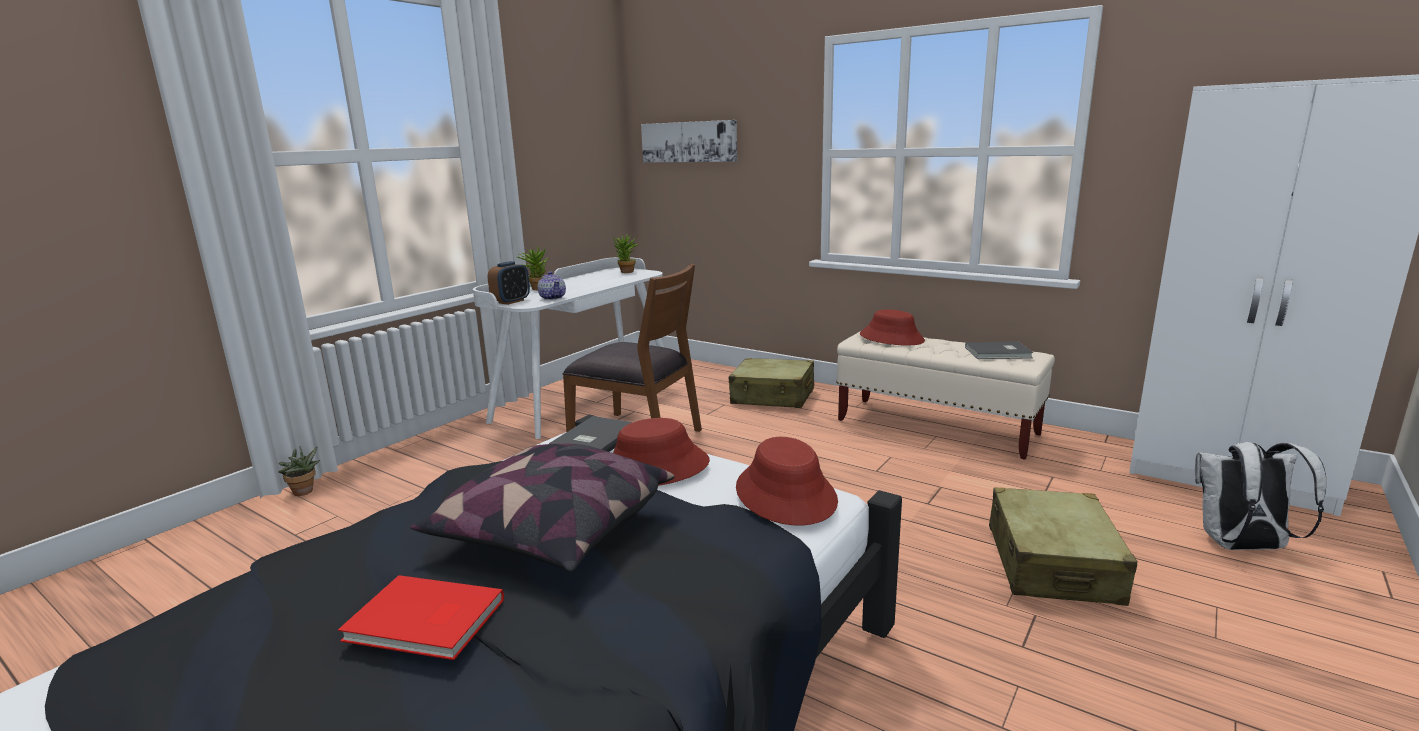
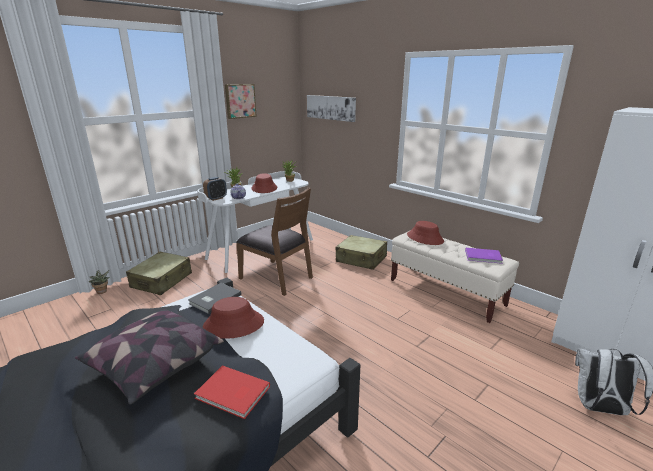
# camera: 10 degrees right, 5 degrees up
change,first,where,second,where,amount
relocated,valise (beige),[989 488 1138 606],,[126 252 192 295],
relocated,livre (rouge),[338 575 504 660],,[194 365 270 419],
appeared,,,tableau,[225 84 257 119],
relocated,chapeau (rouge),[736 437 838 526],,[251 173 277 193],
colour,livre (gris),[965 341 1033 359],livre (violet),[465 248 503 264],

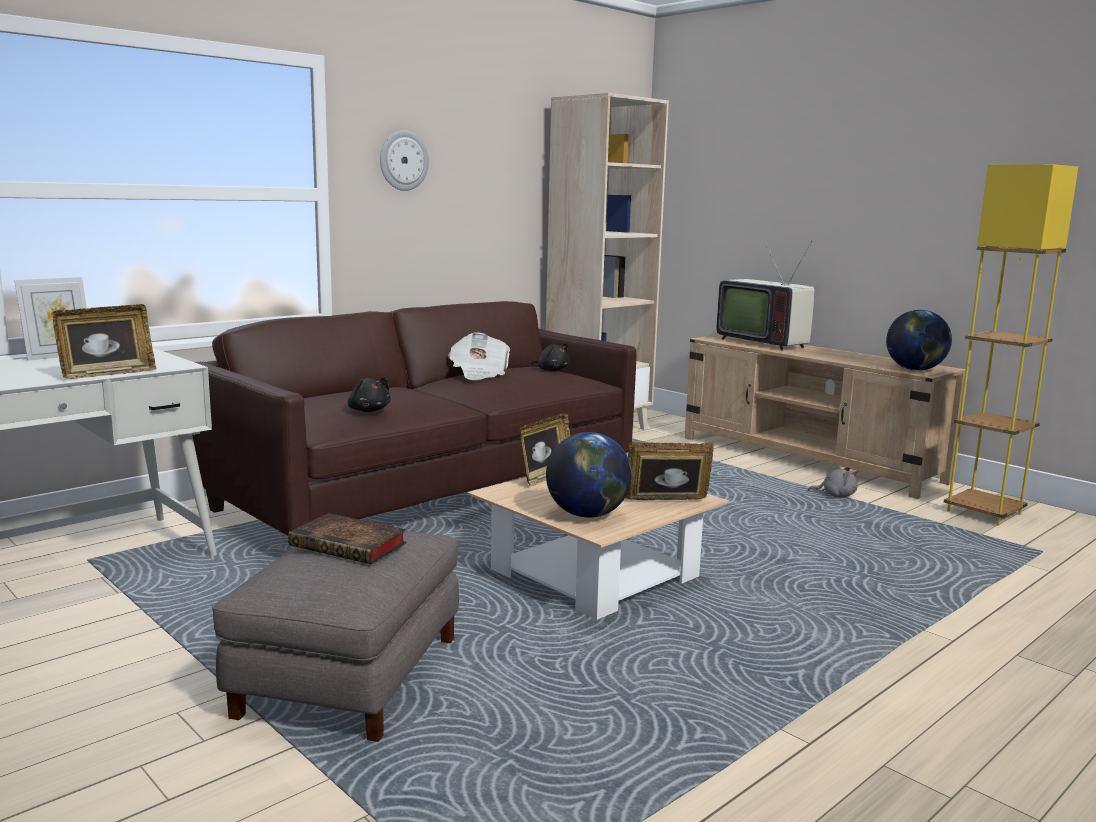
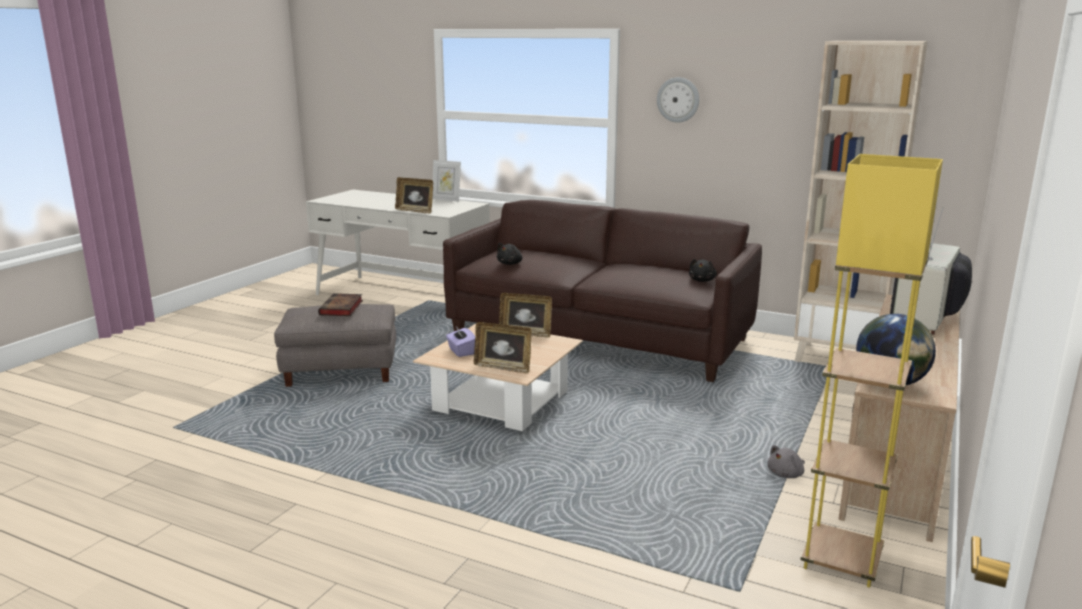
# camera: 70 degrees right, 5 degrees up
change,first,where,second,where,amount
exchanged,globe,[546 432 632 518],boîte à mouchoirs (violet),[446 326 475 357],
spun,cadre photo,[625 442 713 500],,[474 322 532 374],135 degrees clockwise
spun,peluche (gris),[808 466 858 497],,[768 445 805 478],60 degrees clockwise
missing,journal,[448 332 510 380],,,

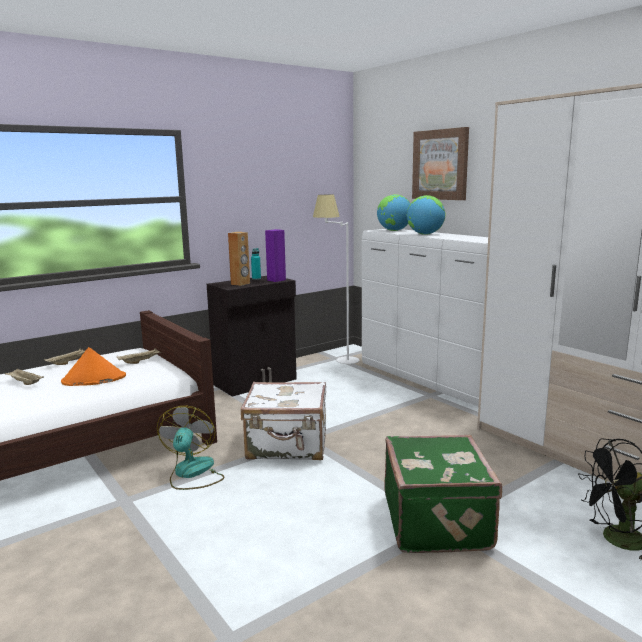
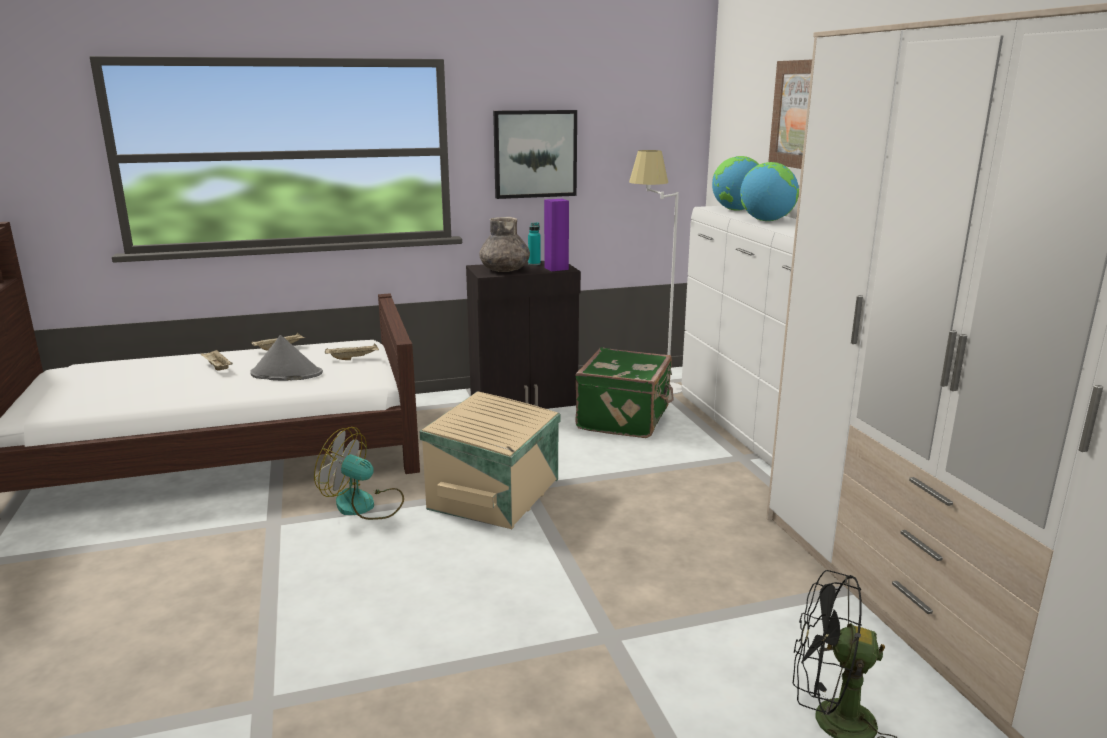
# camera: 20 degrees right, 5 degrees up
change,first,where,second,where,amount
colour,chapeau (orange),[61 347 126 386],chapeau (gris),[250 335 323 381],
spun,ventilateur,[157 406 225 490],,[314 427 404 520],90 degrees counterclockwise
exchanged,valise (blanc),[241 382 326 460],boîte de rangement (beige),[419 392 560 529],
exchanged,enceinte (marron),[228 232 250 286],vase (gris),[479 217 530 272],
appeared,,,tableau,[493 110 577 199],
relocated,valise (vert),[384 435 502 553],,[575 347 673 438],

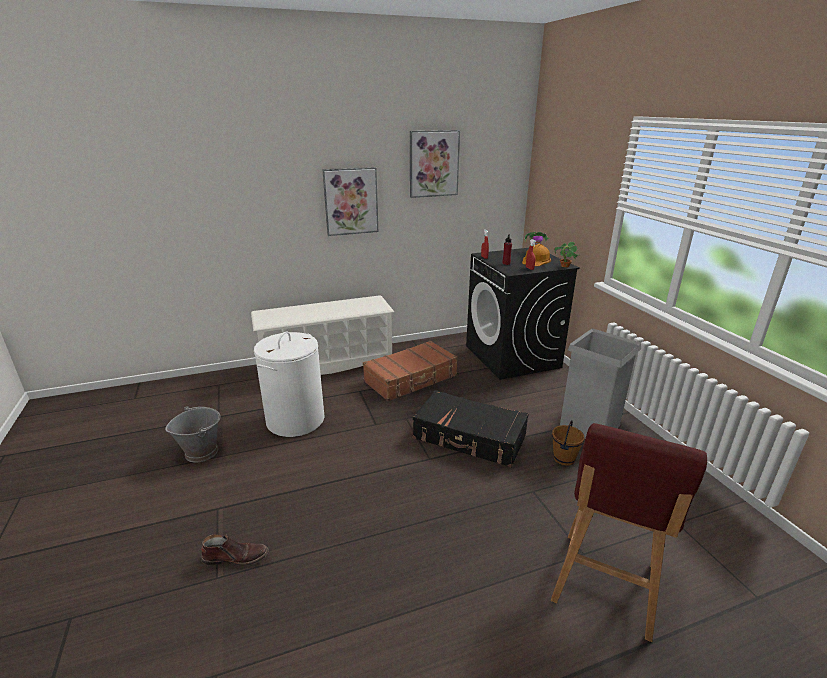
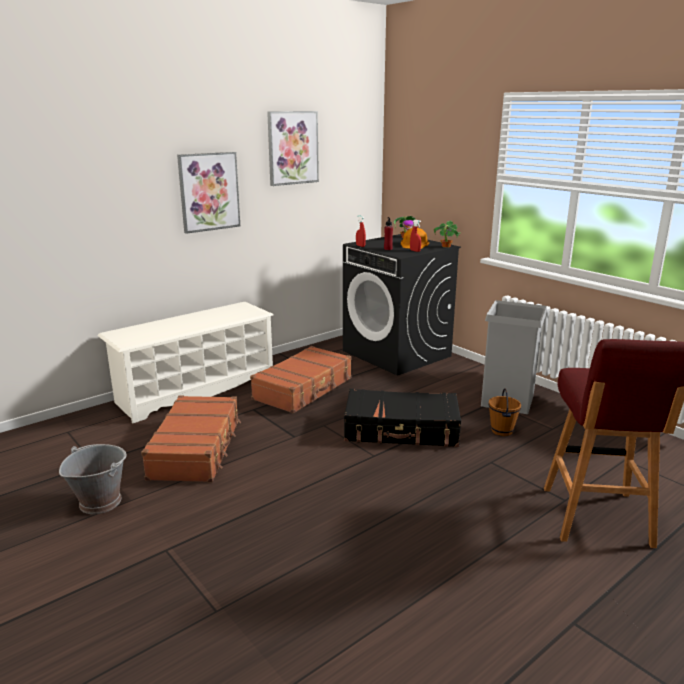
# camera: 20 degrees left, 5 degrees down
change,first,where,second,where,amount
exchanged,panier à linge (blanc),[254 332 325 437],valise (marron),[141 395 241 482],
missing,botte (marron),[201 534 269 566],,,

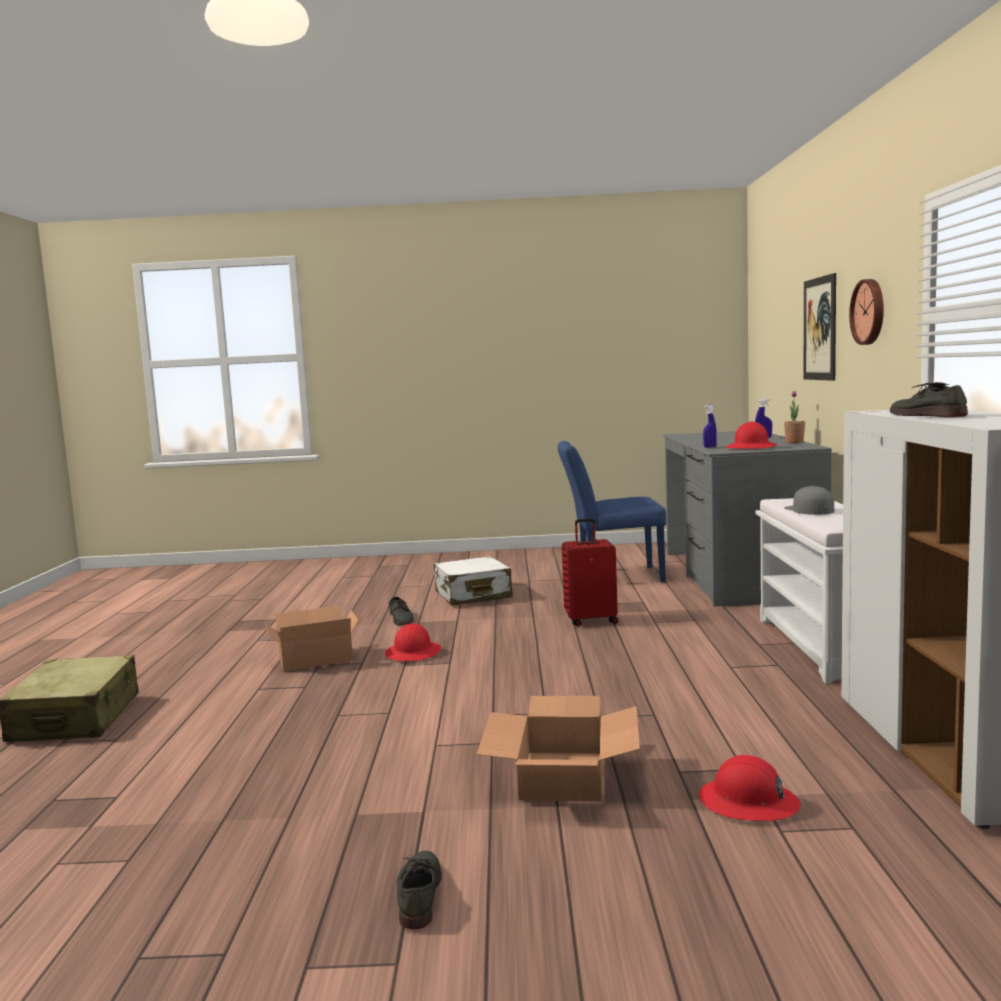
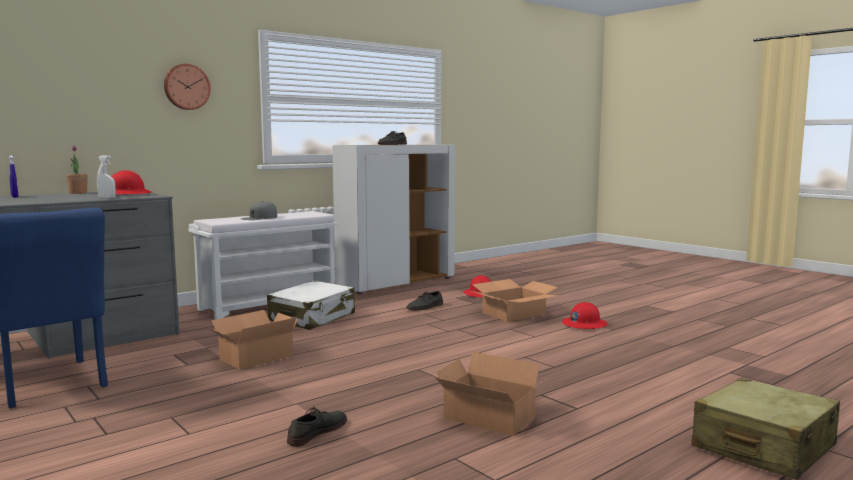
# camera: 130 degrees left, 0 degrees up
change,first,where,second,where,amount
colour,vaporisateur (bleu),[703 405 717 448],vaporisateur (blanc),[97 155 115 199],
exchanged,valise (rouge),[562 518 618 627],carton,[209 310 298 369],
relocated,valise (blanc),[434 556 513 605],,[267 281 355 330],
relocated,chaussure (gris),[397 851 442 930],,[406 291 443 310],
relocated,casque de chantier (rouge),[385 623 441 661],,[562 302 608 329],
missing,tableau,[804 273 836 381],,,

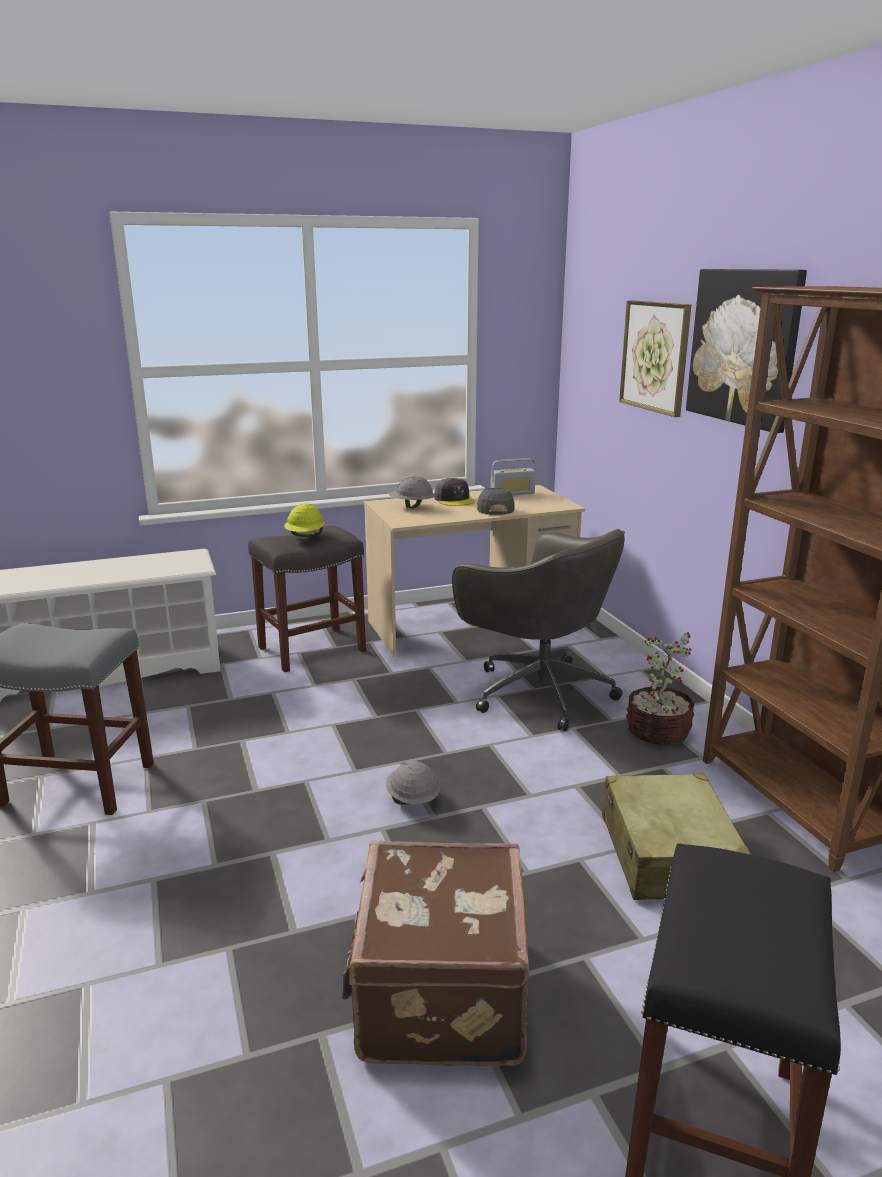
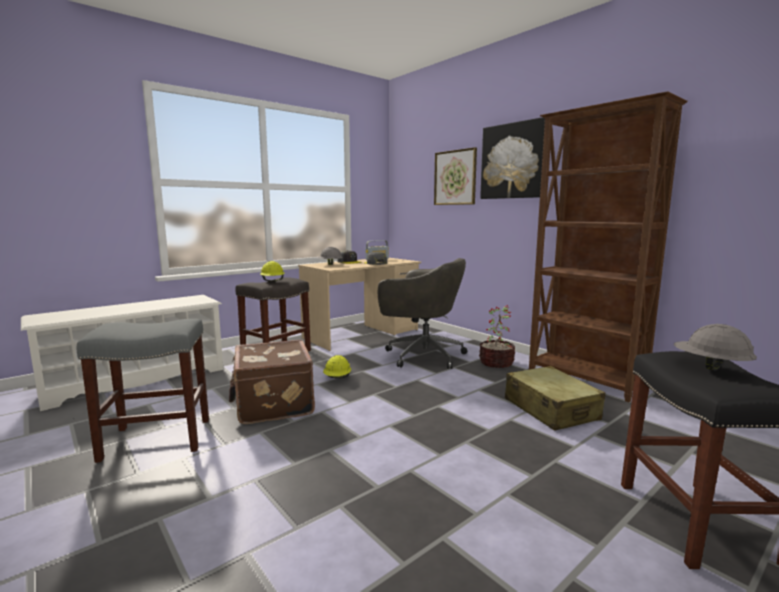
# camera: 20 degrees left, 10 degrees down
change,first,where,second,where,amount
relocated,valise (marron),[342 840 530 1067],,[229 340 315 424],
appeared,,,casque de chantier (jaune),[323 355 351 379],
relocated,casque de chantier (gris),[386 760 440 804],,[673 324 757 371],

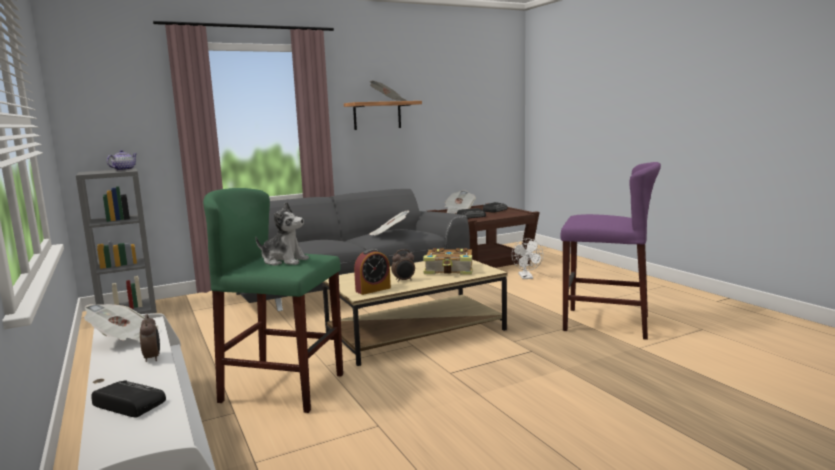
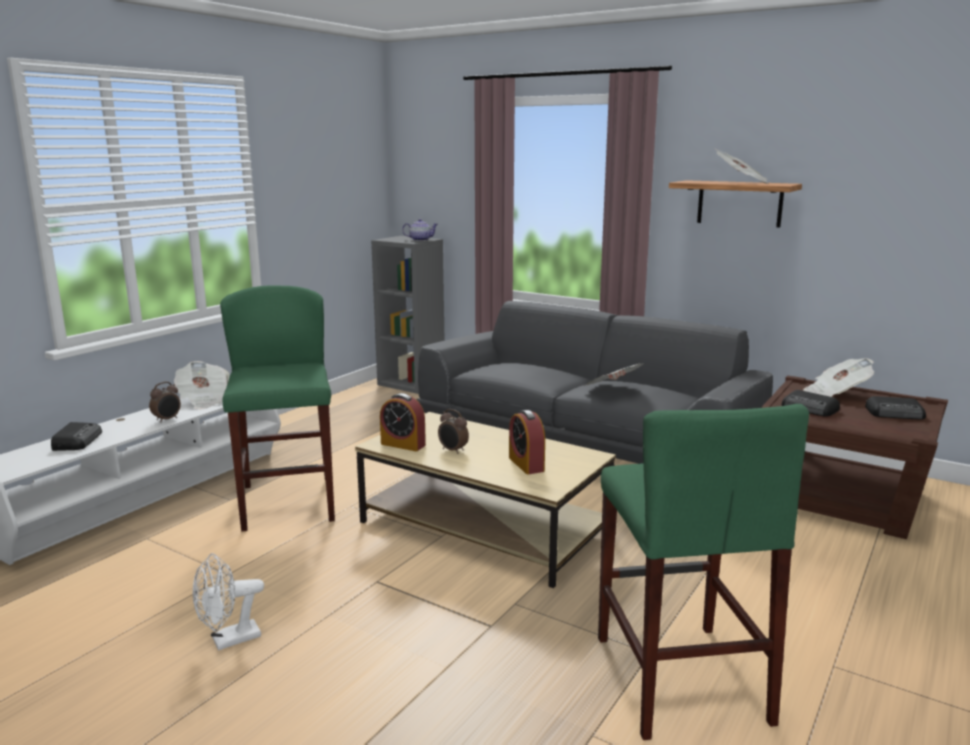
# camera: 60 degrees right, 5 degrees up
change,first,where,second,where,amount
relocated,ventilateur (blanc),[512 239 543 279],,[193 553 264 651],
exchanged,livre,[423 248 472 274],réveil,[509 410 545 474],
colour,tabouret (violet),[560 162 661 340],tabouret (vert),[598 404 809 740],
missing,peluche,[255 202 309 266],,,

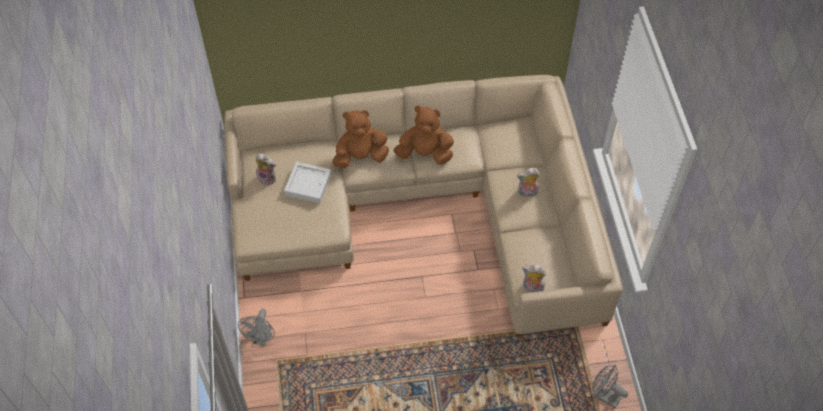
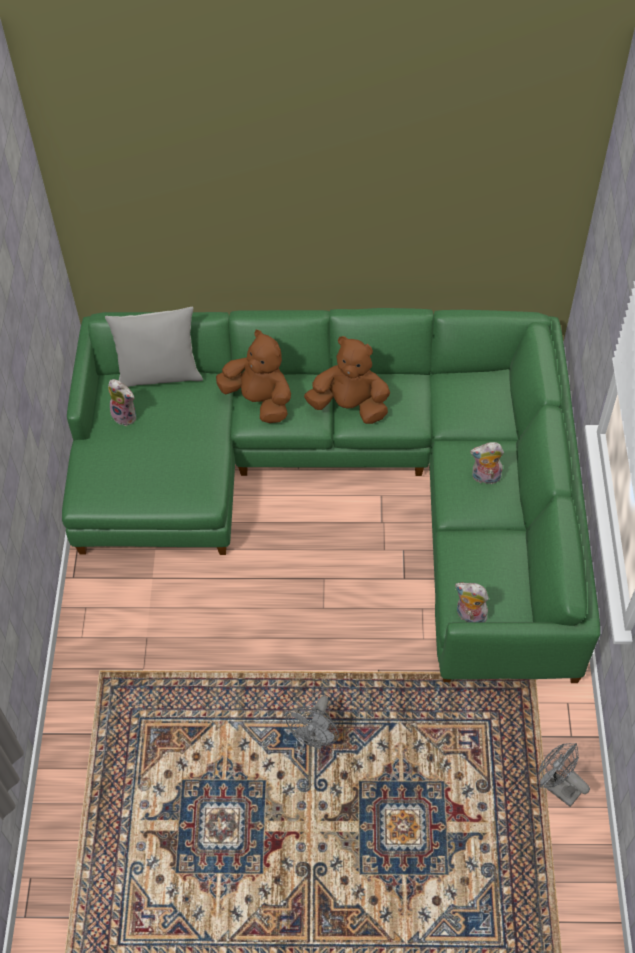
# camera: 10 degrees right, 0 degrees up
change,first,where,second,where,amount
colour,canapé (beige),[224 75 623 337],canapé (vert),[62 308 600 683],
appeared,,,coussin (gris),[105 307 203 387],
spun,peluche (marron),[332 110 389 168],,[216 330 291 423],45 degrees clockwise
relocated,ventilateur (gris),[238 309 275 346],,[285 696 339 750],
missing,plateau (gris),[284 162 331 203],,,

